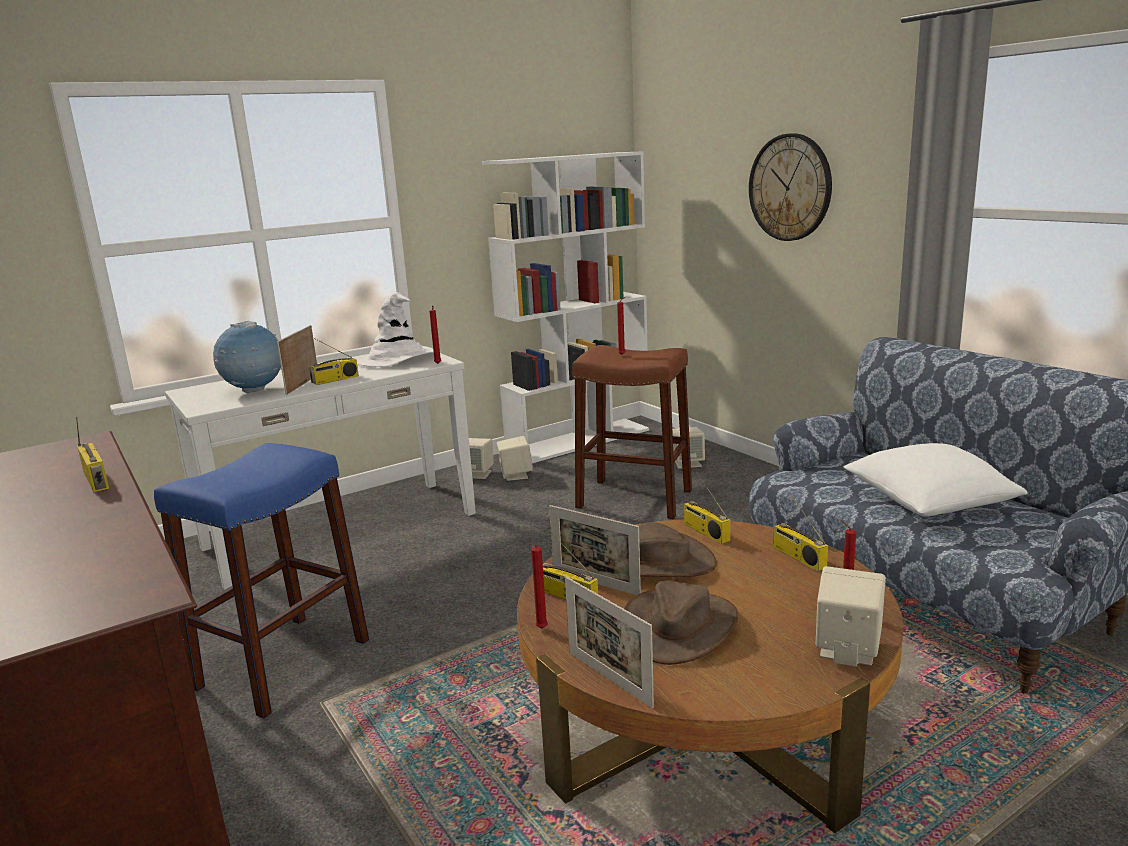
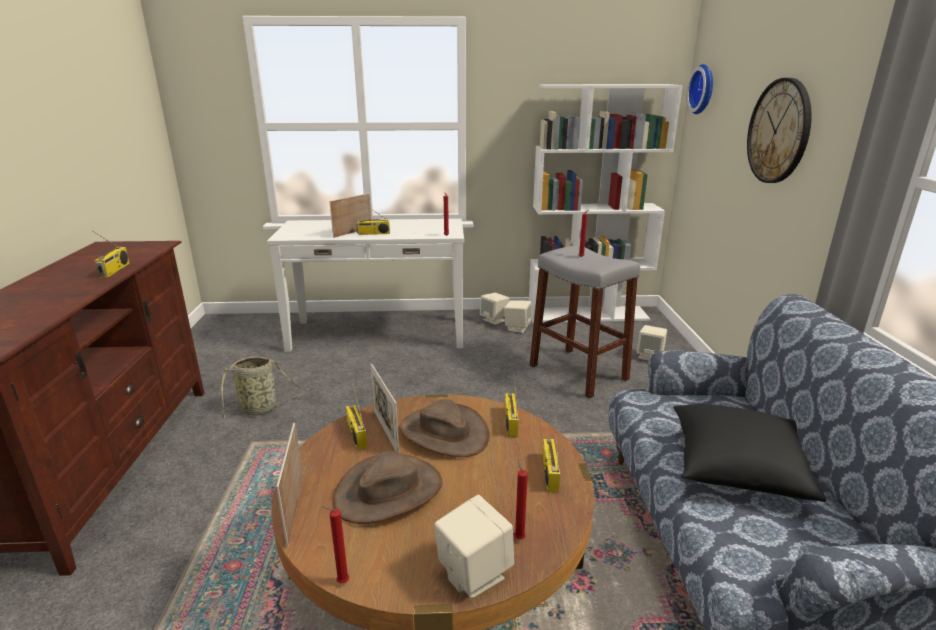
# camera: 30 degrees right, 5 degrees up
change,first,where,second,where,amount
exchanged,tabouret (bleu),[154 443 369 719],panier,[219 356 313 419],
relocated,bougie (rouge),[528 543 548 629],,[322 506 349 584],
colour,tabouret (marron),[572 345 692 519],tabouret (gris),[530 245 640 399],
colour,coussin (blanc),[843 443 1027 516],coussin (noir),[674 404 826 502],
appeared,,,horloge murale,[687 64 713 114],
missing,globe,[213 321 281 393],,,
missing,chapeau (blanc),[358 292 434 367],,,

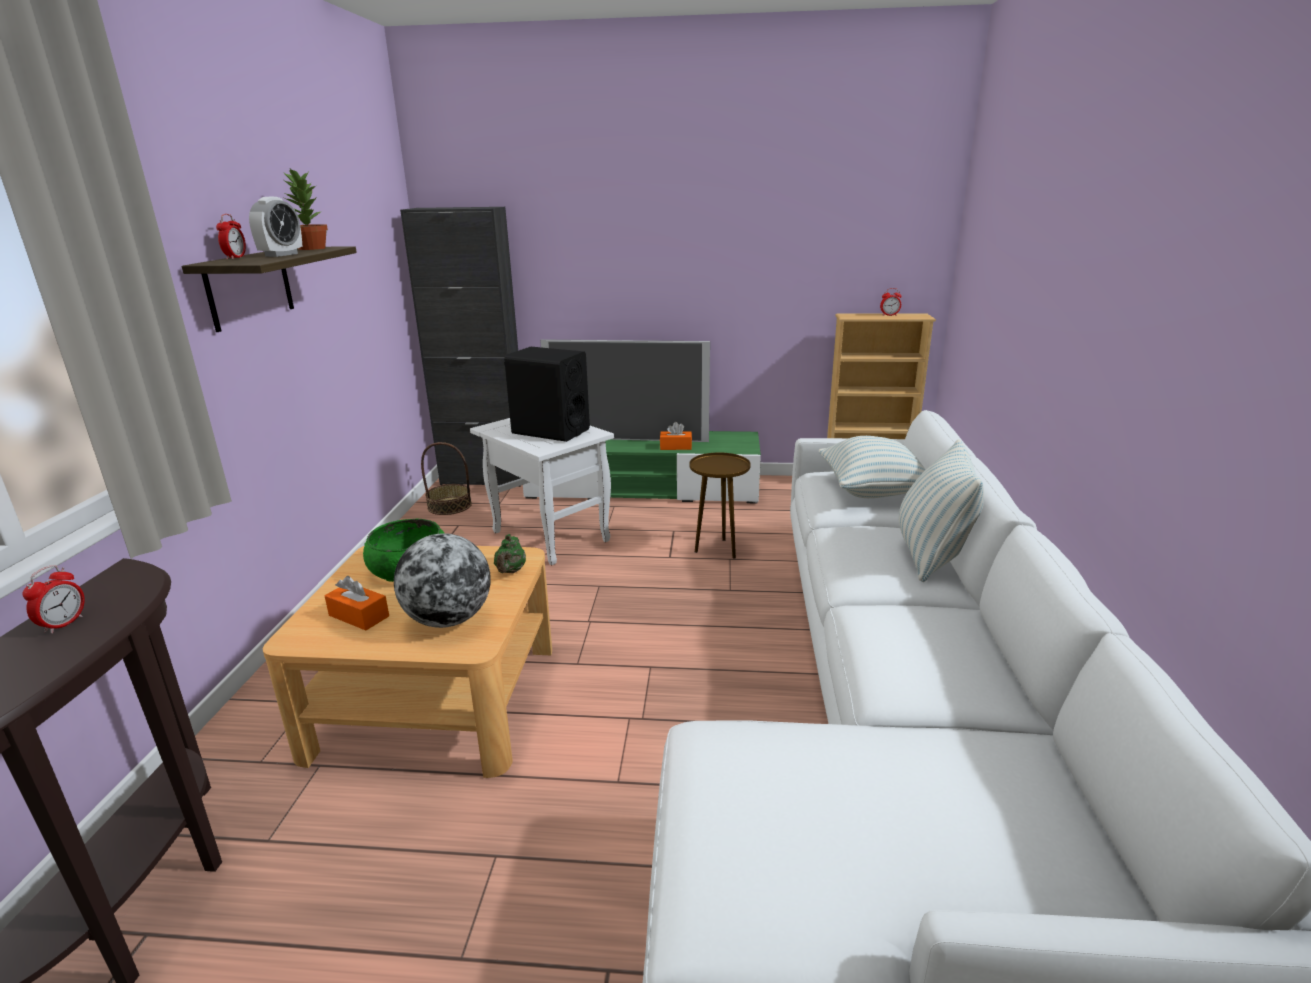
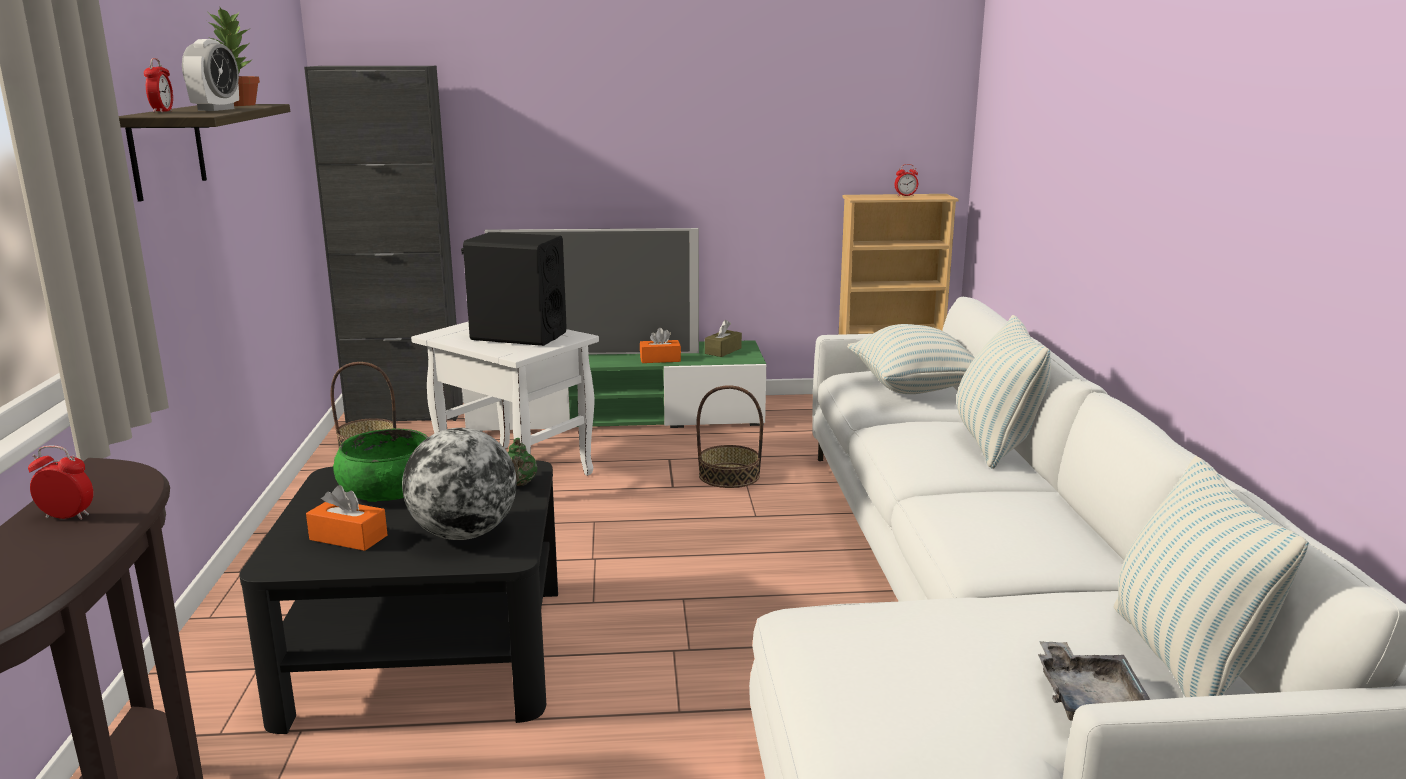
# camera: 10 degrees left, 5 degrees down
change,first,where,second,where,amount
spun,réveil,[22 565 85 634],,[28 445 93 520],90 degrees counterclockwise
colour,table basse (beige),[263 546 552 778],table basse (noir),[240 461 558 734],
exchanged,table d'appoint (marron),[689 452 751 558],panier,[696 385 763 488],
appeared,,,boîte à mouchoirs (marron),[705 320 742 357],
appeared,,,plateau (gris),[1038 641 1150 721],
appeared,,,coussin,[1113 456 1309 697],

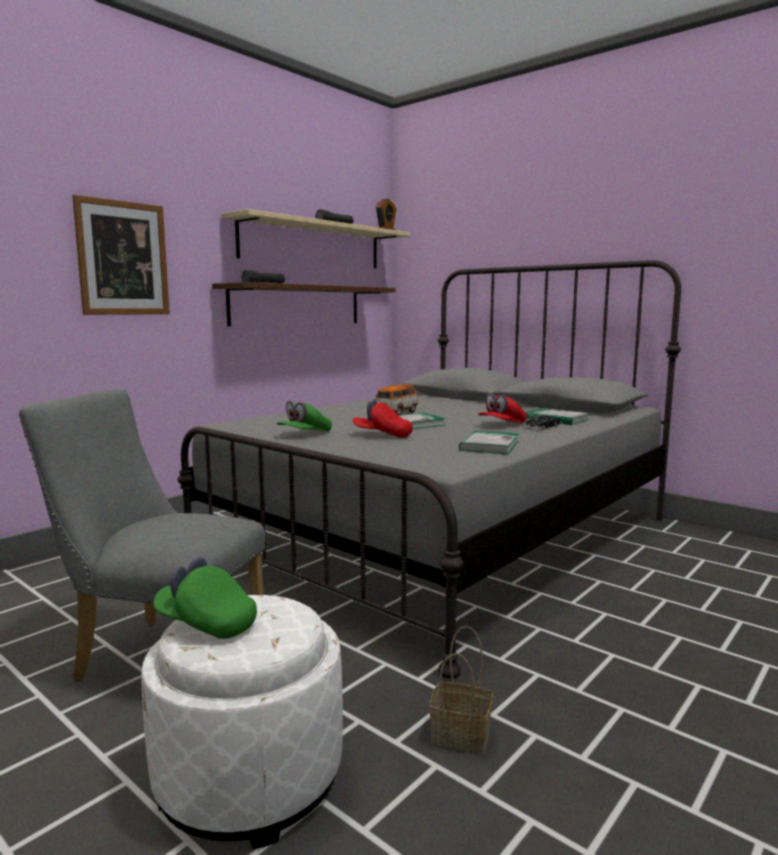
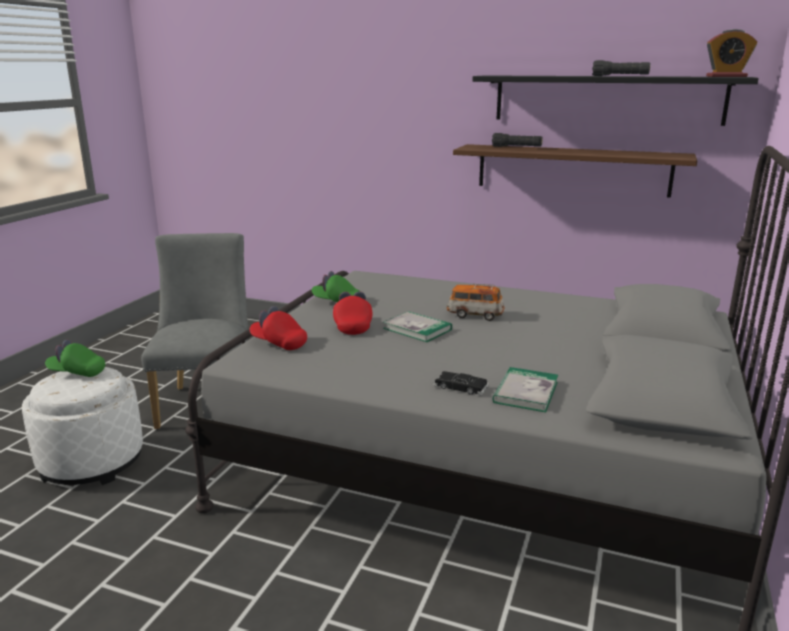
# camera: 70 degrees right, 10 degrees up
change,first,where,second,where,amount
spun,casquette (vert),[153 557 257 639],,[45 340 105 377],90 degrees counterclockwise
relocated,casquette (rouge),[478 393 527 423],,[250 306 307 350],
colour,étagère (beige),[222 209 410 268],étagère (noir),[472 75 759 126],
missing,tableau,[72 195 170 315],,,
missing,panier,[429 626 493 754],,,
missing,livre,[459 431 518 454],,,

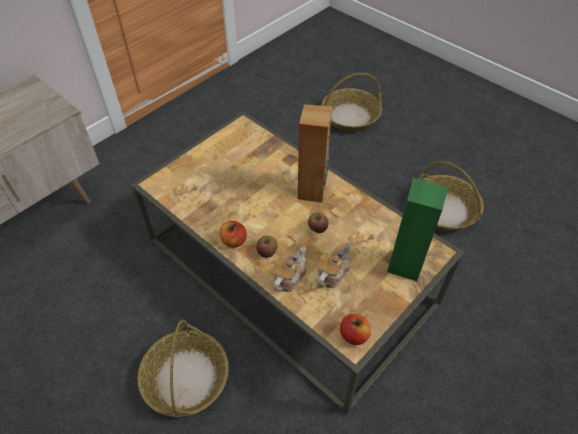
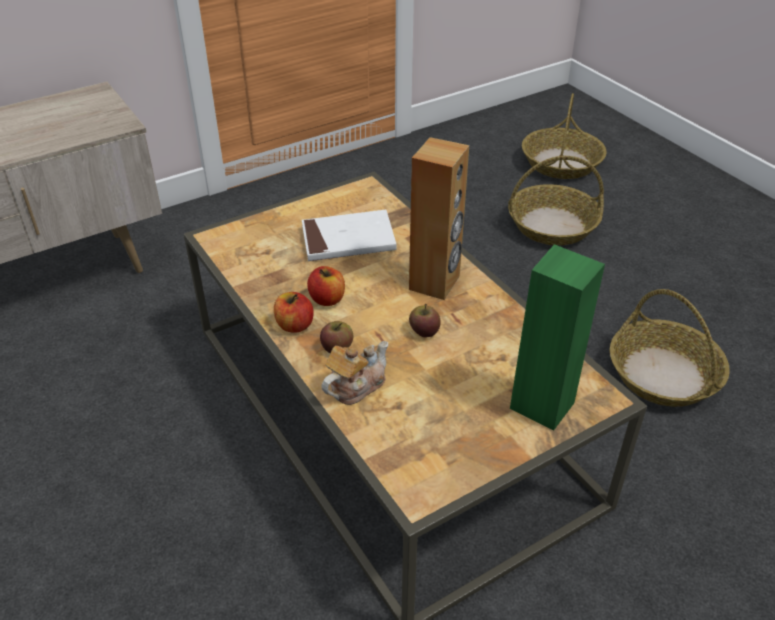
# camera: 15 degrees right, 10 degrees down
change,first,where,second,where,amount
appeared,,,livre (blanc),[302 210 397 261],
relocated,pomme,[340 314 371 345],,[307 266 345 306],
relocated,panier,[137 319 229 417],,[522 93 606 179],
missing,théière,[317 243 351 288],,,

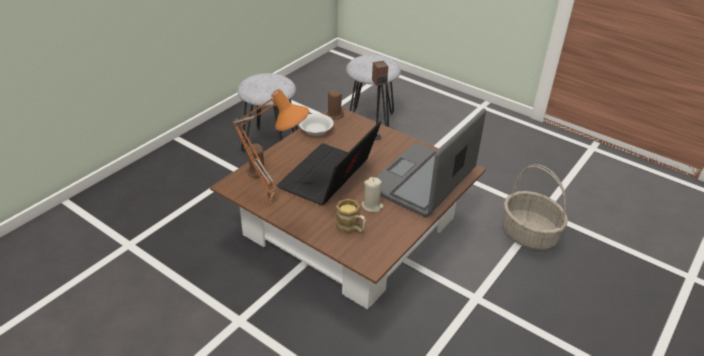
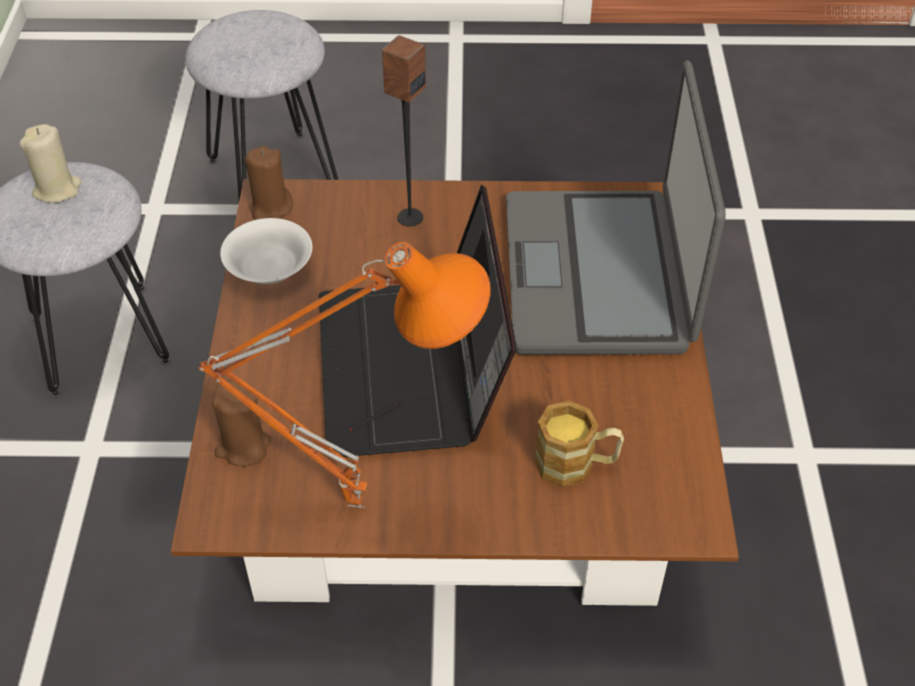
# camera: 35 degrees left, 10 degrees up
change,first,where,second,where,amount
relocated,bougie (beige),[361 177 384 212],,[20 124 82 203],
missing,panier,[502 164 568 250],,,

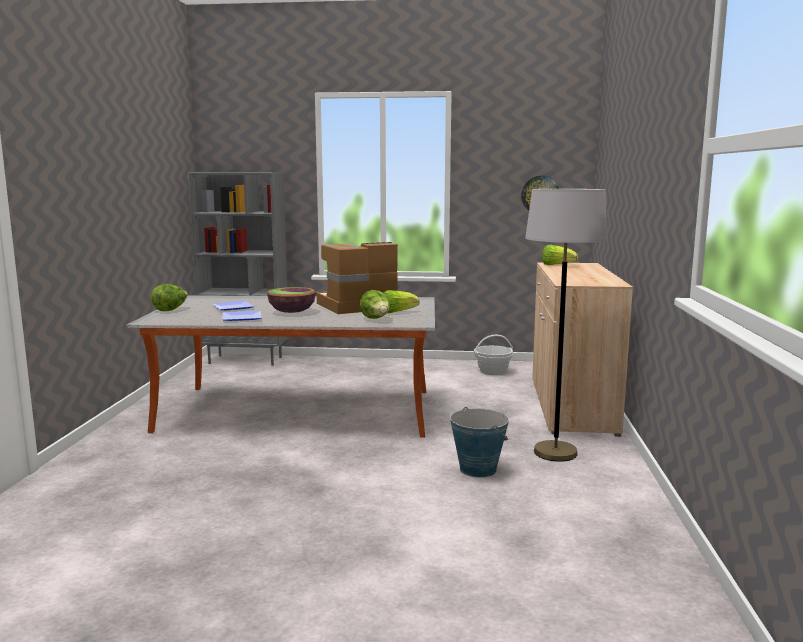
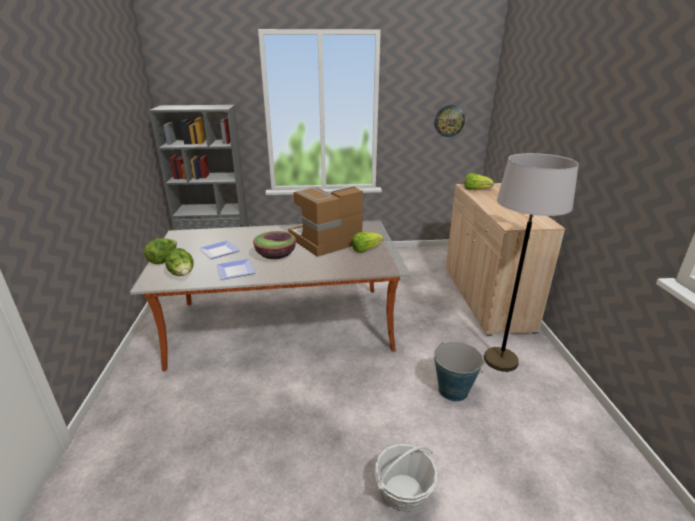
# camera: 10 degrees left, 15 degrees up
change,first,where,second,where,amount
relocated,laitue,[360 290 390 319],,[165 248 194 276],
relocated,panier,[474 335 513 375],,[374 444 437 512],

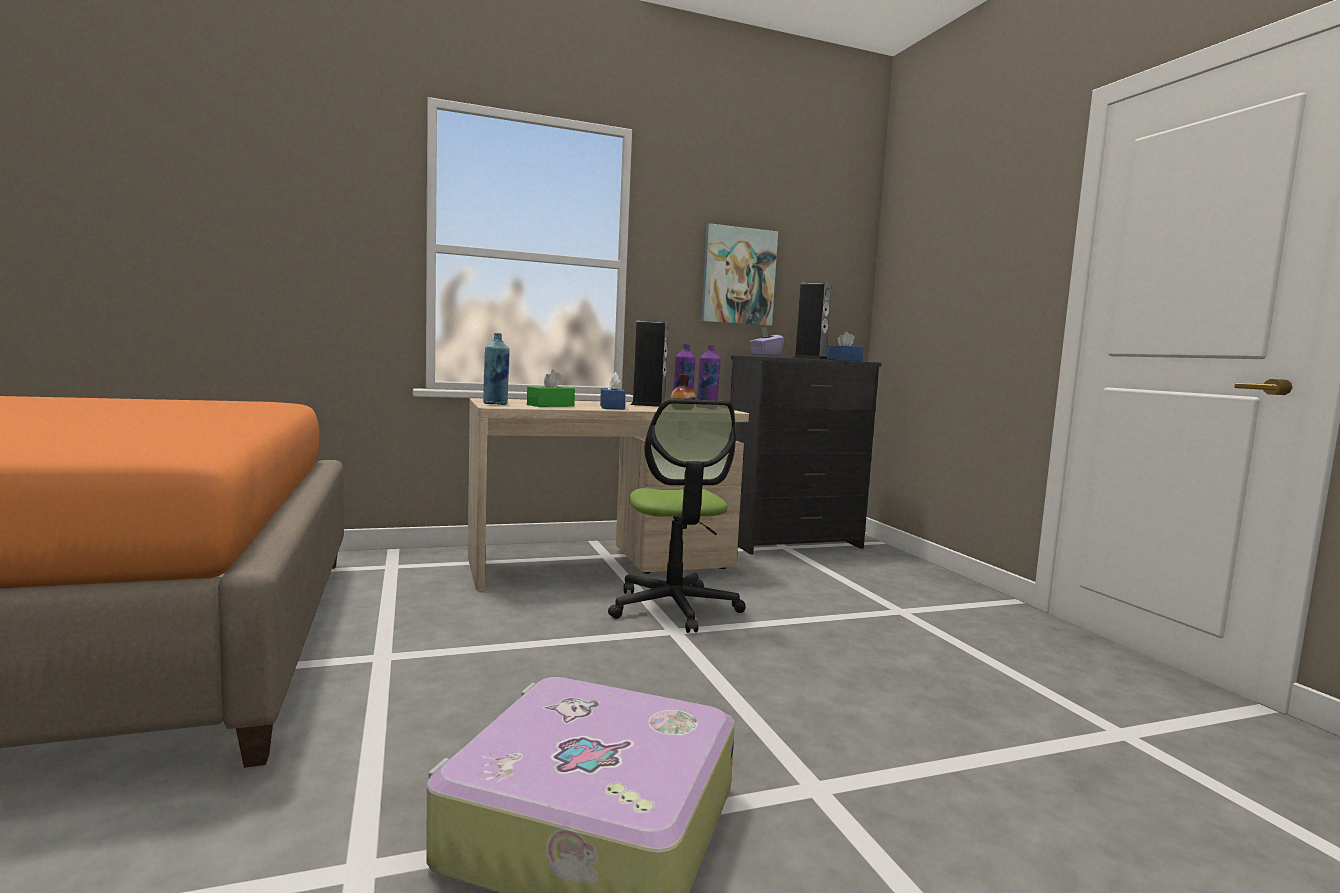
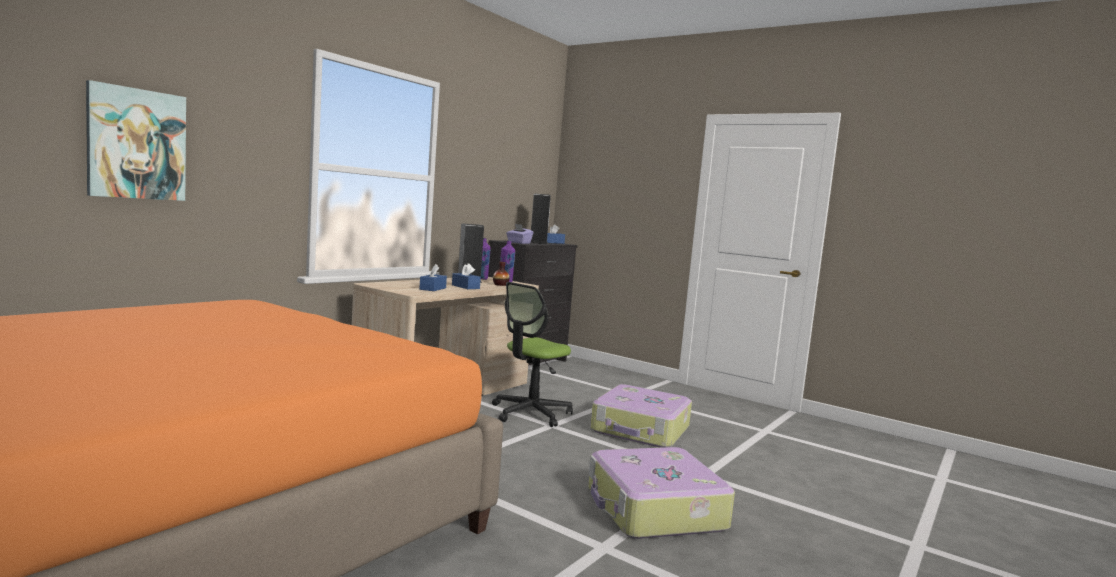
# camera: 35 degrees left, 0 degrees up
change,first,where,second,where,amount
relocated,tableau,[701 223 778 326],,[86 80 186 201],
colour,boîte à mouchoirs (vert),[527 369 575 407],boîte à mouchoirs (bleu),[419 264 447 291],
spun,chaise de bureau,[608 399 746 633],,[492 282 573 427],90 degrees clockwise
appeared,,,valise,[590 384 692 448],
missing,bouteille (bleu),[483 333 510 405],,,

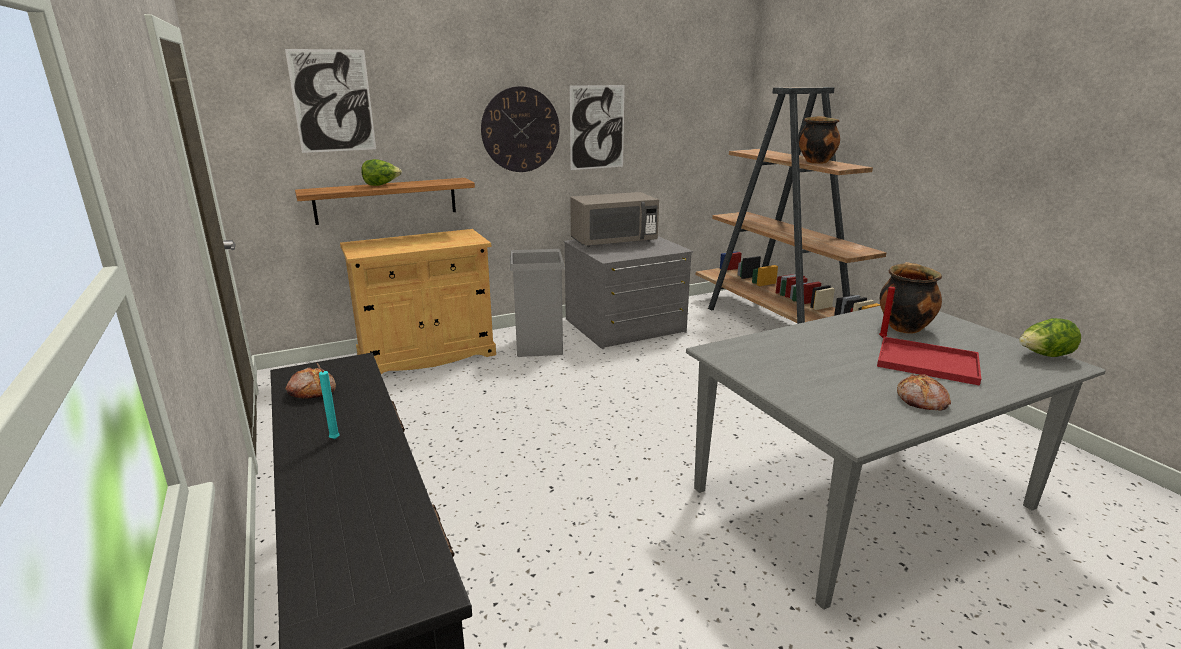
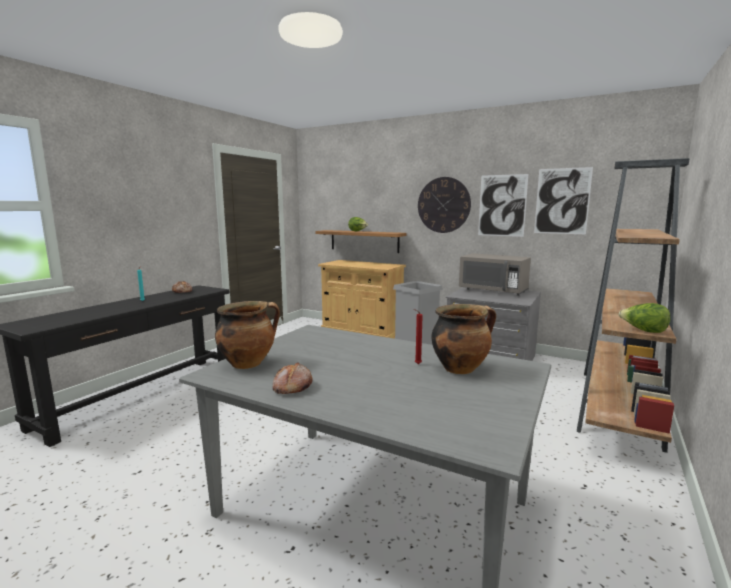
# camera: 55 degrees right, 10 degrees down
change,first,where,second,where,amount
relocated,marmite,[799 116 840 164],,[215 301 280 369],
relocated,tableau,[285 49 376 153],,[534 167 593 234],
relocated,laitue,[1019 318 1081 357],,[618 303 670 333],
missing,plateau (rouge),[877 337 981 386],,,

